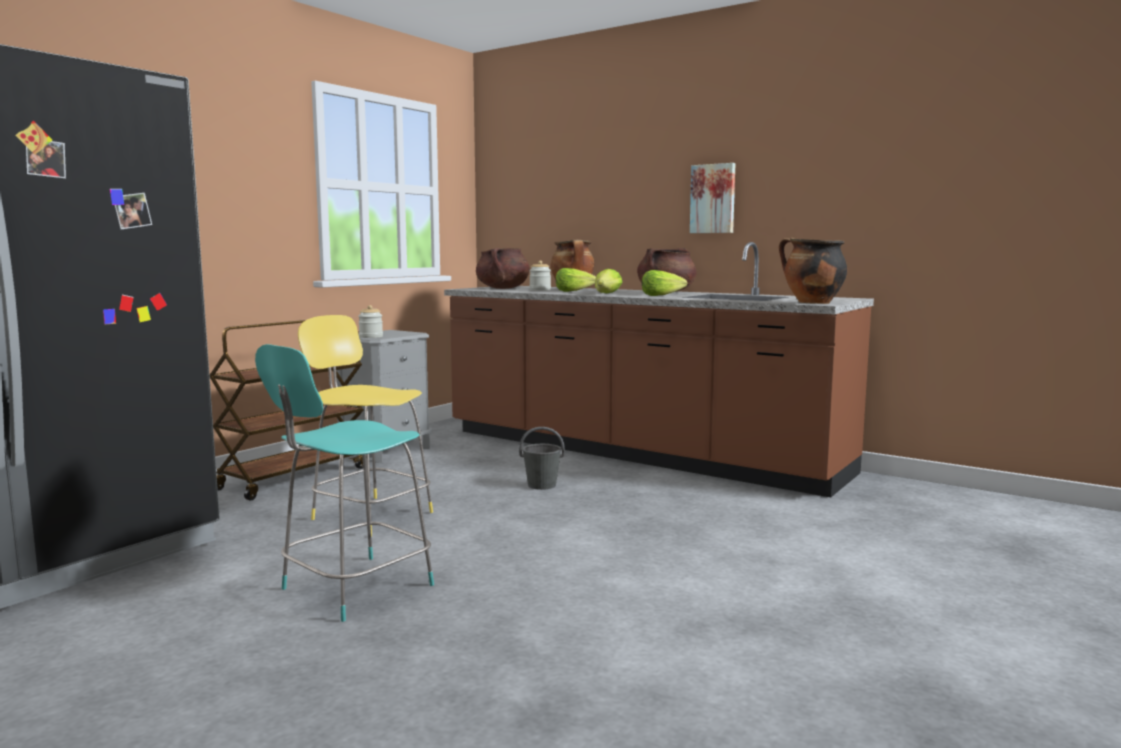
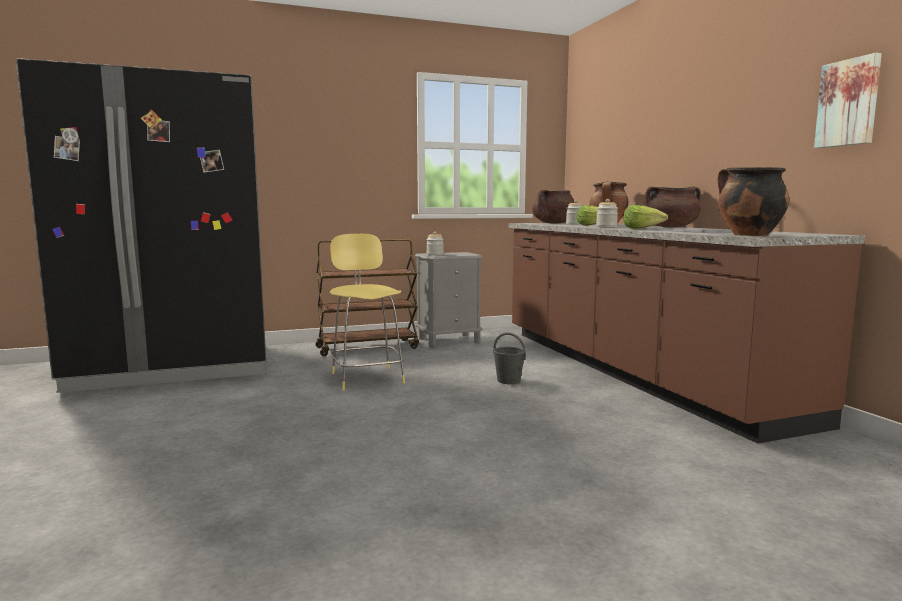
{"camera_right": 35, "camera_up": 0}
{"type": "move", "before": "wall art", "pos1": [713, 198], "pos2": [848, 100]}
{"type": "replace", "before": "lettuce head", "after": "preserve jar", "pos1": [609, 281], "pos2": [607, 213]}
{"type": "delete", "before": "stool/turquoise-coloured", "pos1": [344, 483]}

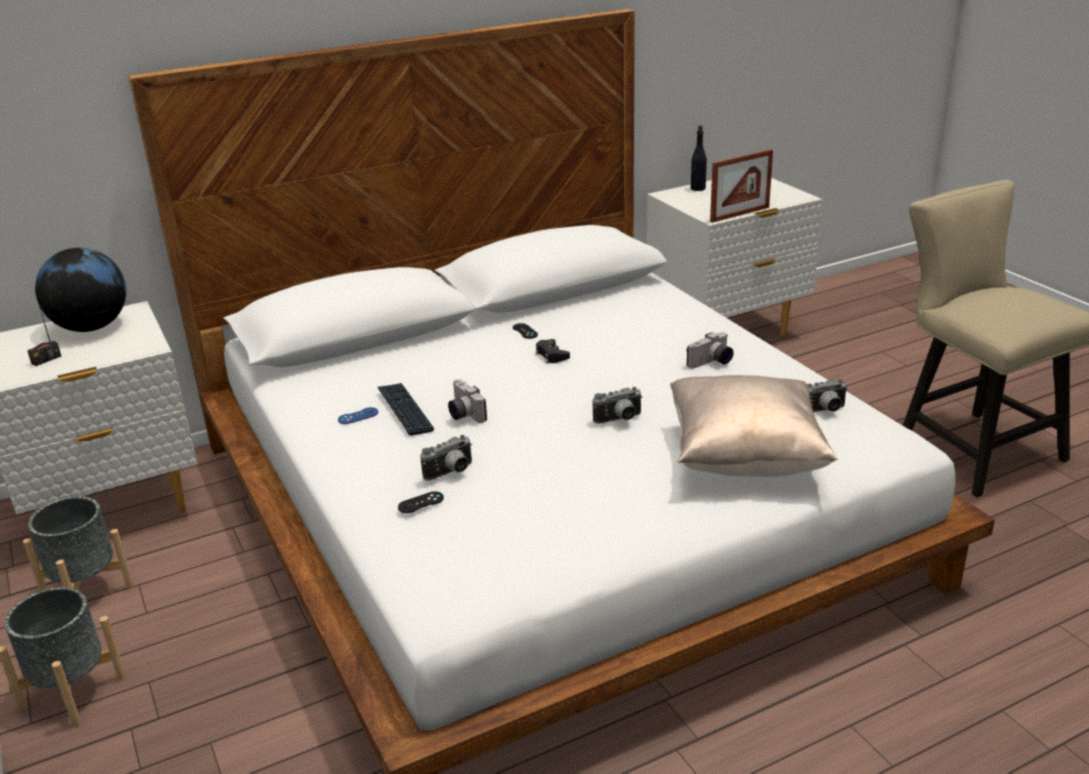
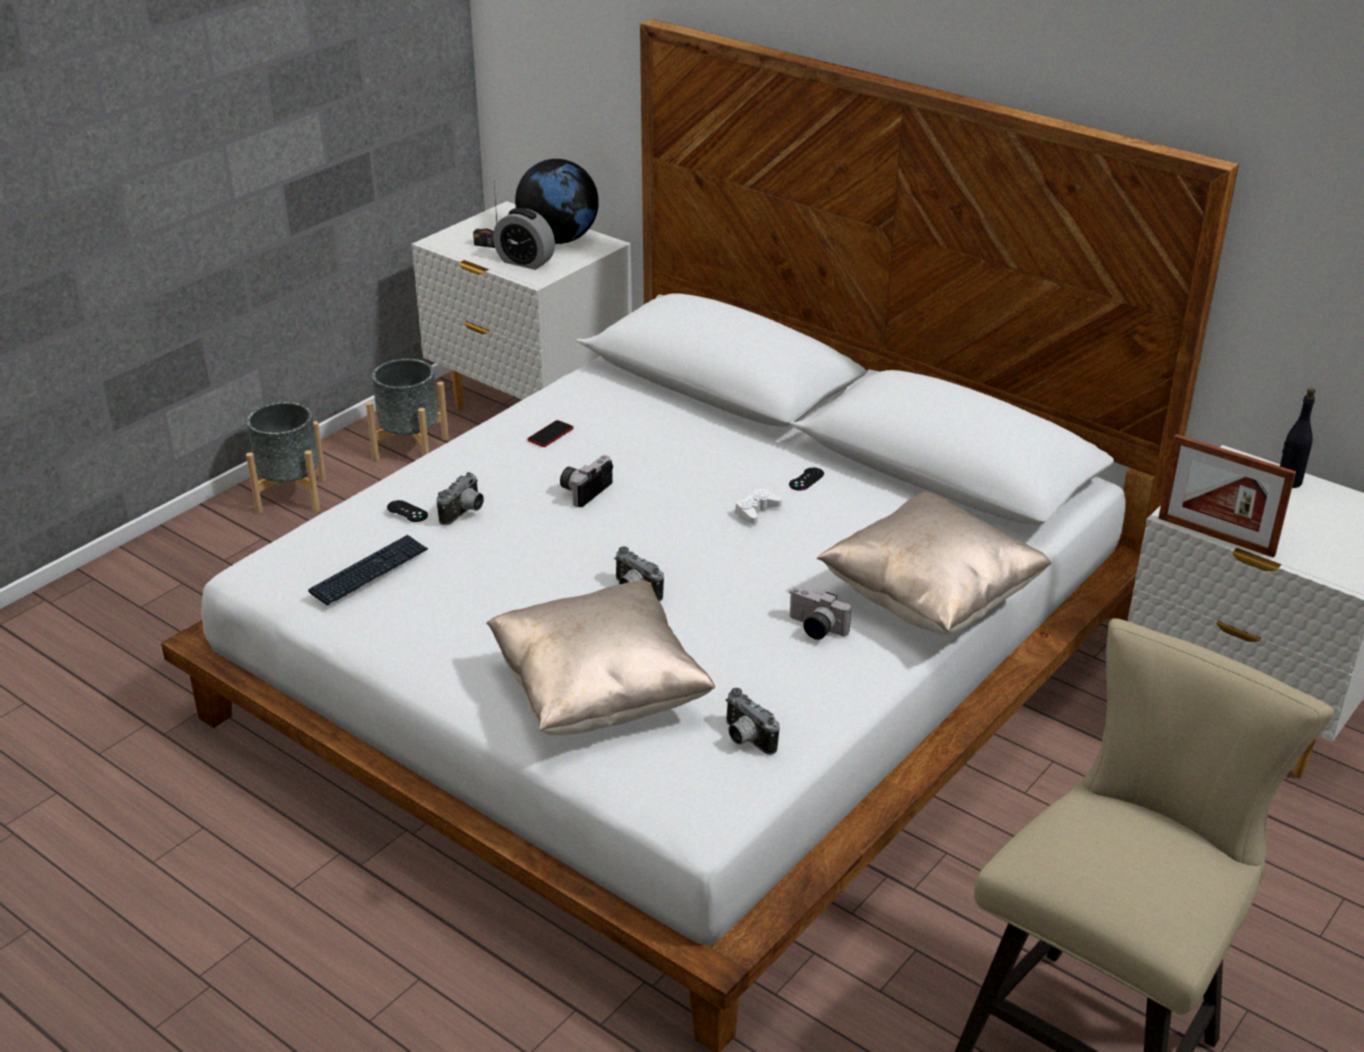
{"camera_right": 65, "camera_up": 5}
{"type": "recolor", "before": "joypad/black-coloured", "after": "joypad/white", "pos1": [553, 351], "pos2": [758, 506]}
{"type": "move", "before": "keyboard", "pos1": [406, 409], "pos2": [368, 570]}
{"type": "replace", "before": "joypad/blue", "after": "telephone", "pos1": [358, 415], "pos2": [551, 433]}
{"type": "rotate", "before": "photo camera", "pos1": [446, 458], "pos2": [460, 498], "turn": -90}
{"type": "insert", "after": "table clock", "pos2": [524, 239]}
{"type": "insert", "after": "cushion/sand-coloured", "pos2": [933, 563]}

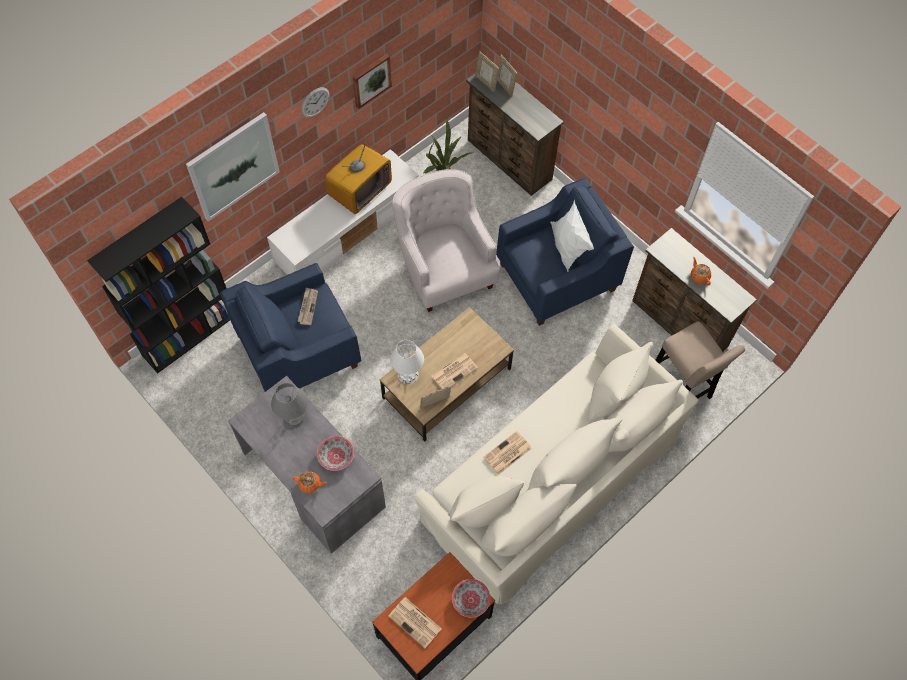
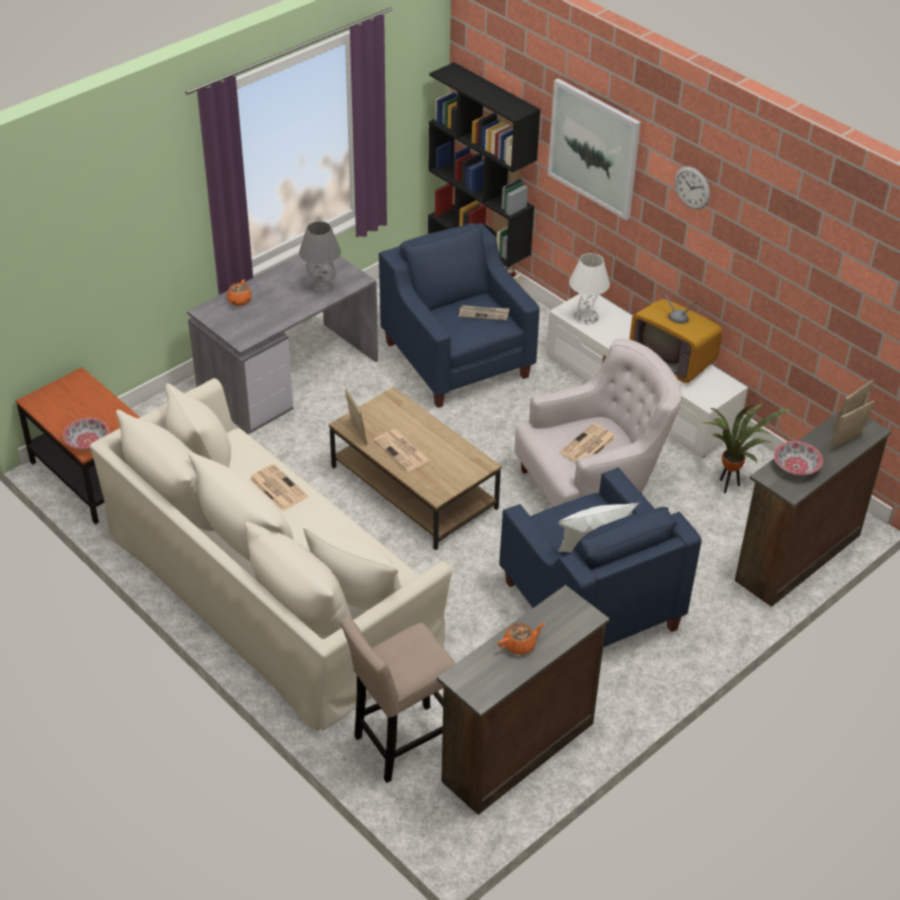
{"camera_right": 90, "camera_up": -20}
{"type": "delete", "before": "wall art", "pos1": [372, 81]}
{"type": "move", "before": "lamp for a table/white", "pos1": [407, 362], "pos2": [589, 289]}
{"type": "move", "before": "deep dish", "pos1": [335, 453], "pos2": [798, 458]}
{"type": "move", "before": "printed paper", "pos1": [414, 622], "pos2": [588, 443]}

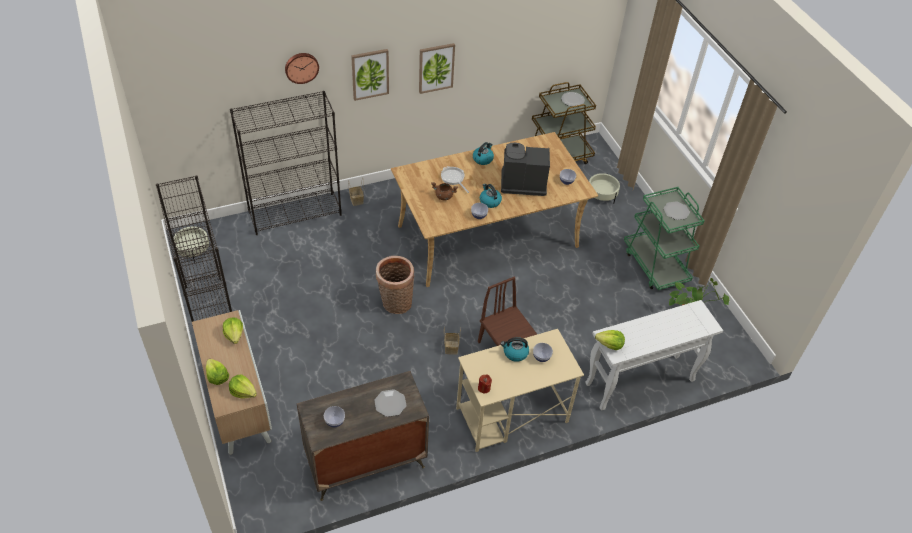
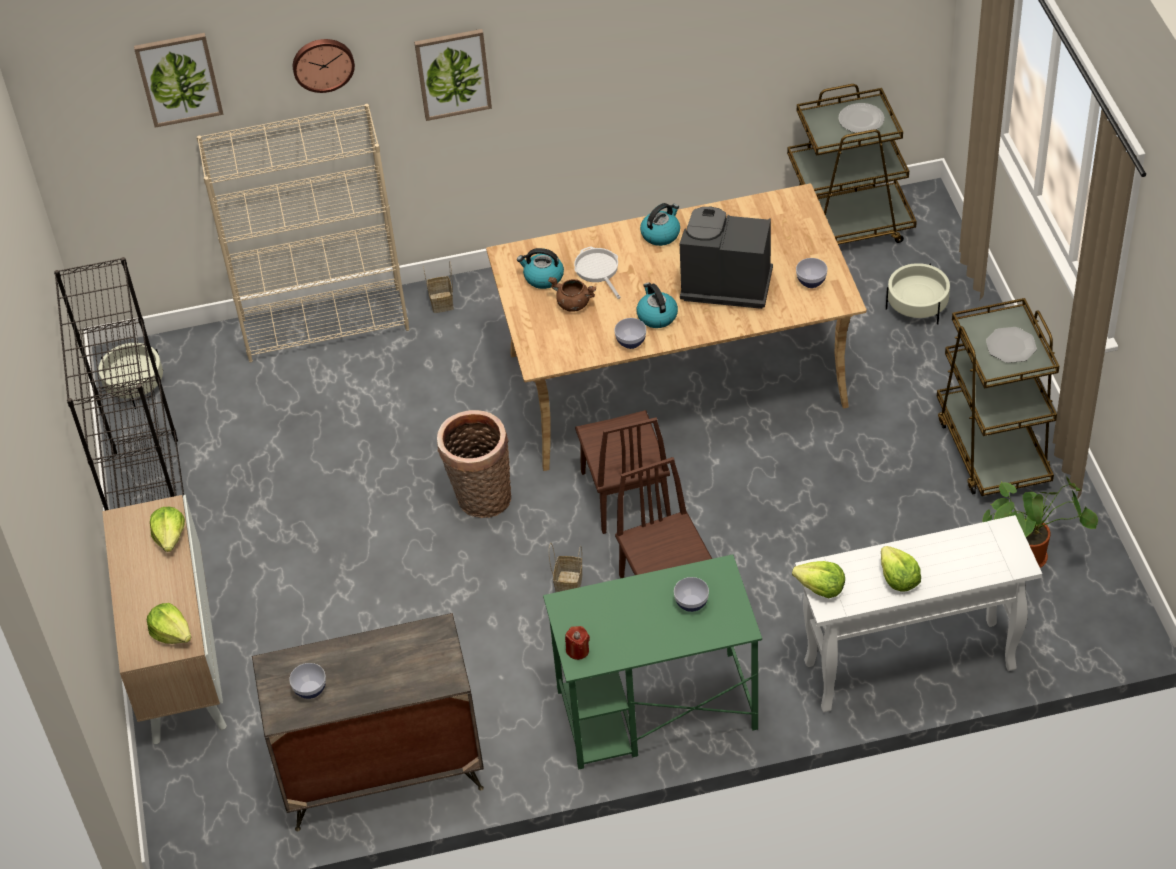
{"camera_right": 15, "camera_up": 0}
{"type": "move", "before": "wall art", "pos1": [437, 68], "pos2": [179, 80]}
{"type": "recolor", "before": "bookcase/black-coloured", "after": "bookcase/sand-coloured", "pos1": [286, 163], "pos2": [303, 233]}
{"type": "recolor", "before": "cart/greenish", "after": "cart/brown", "pos1": [664, 238], "pos2": [998, 397]}
{"type": "recolor", "before": "desk/sand-coloured", "after": "desk/greenish", "pos1": [520, 390], "pos2": [652, 661]}
{"type": "move", "before": "kettle", "pos1": [515, 349], "pos2": [540, 268]}
{"type": "move", "before": "lettuce head", "pos1": [217, 372], "pos2": [901, 569]}
{"type": "delete", "before": "dinner plate", "pos1": [390, 403]}
{"type": "insert", "after": "plain chair/brown", "pos2": [623, 472]}

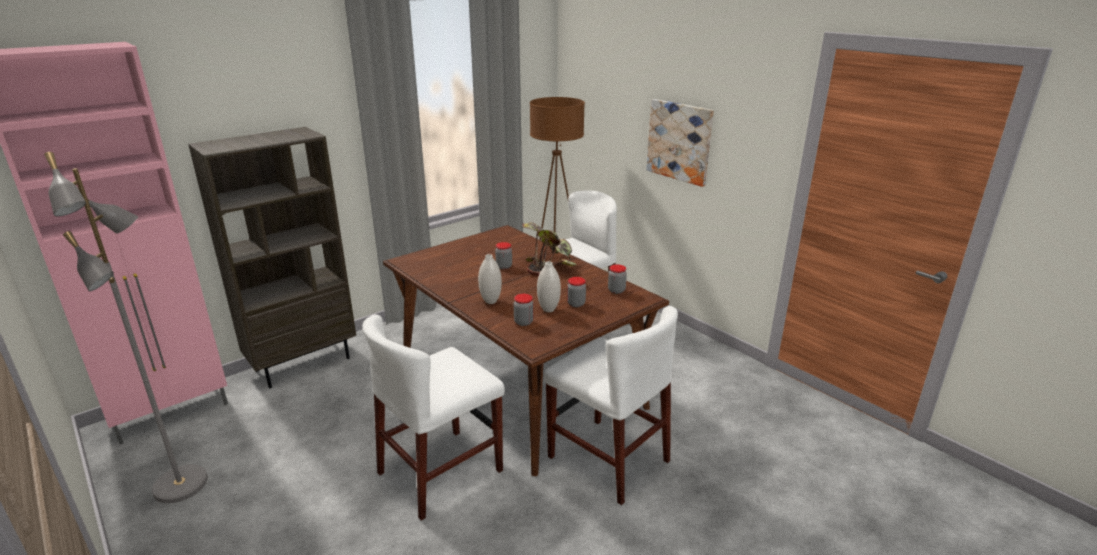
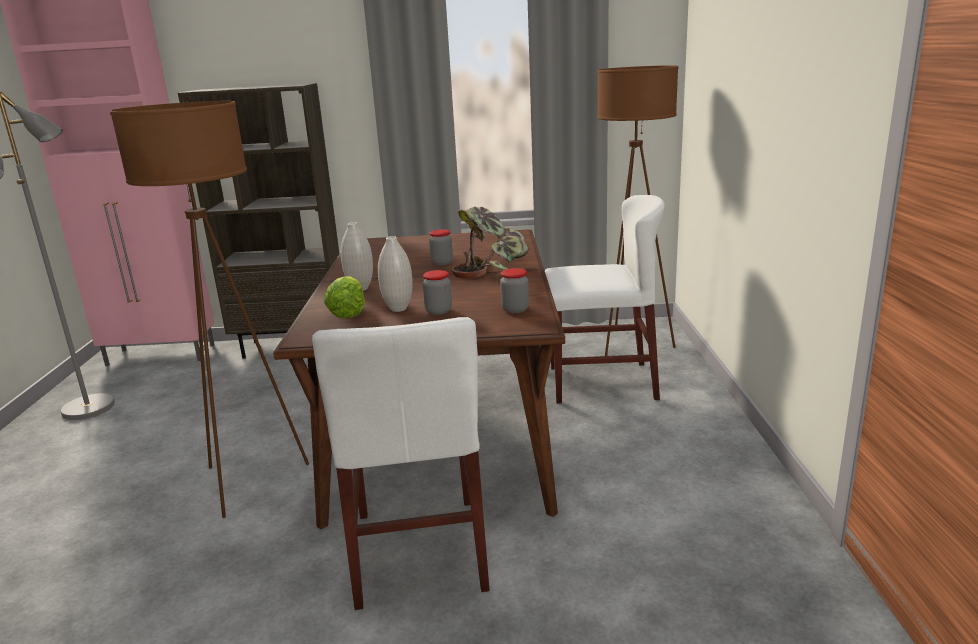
{"camera_right": 40, "camera_up": -5}
{"type": "delete", "before": "wall art", "pos1": [680, 143]}
{"type": "replace", "before": "preserve jar", "after": "lettuce head", "pos1": [524, 310], "pos2": [344, 297]}
{"type": "replace", "before": "plain chair/white", "after": "floor lamp/brown", "pos1": [433, 417], "pos2": [209, 309]}

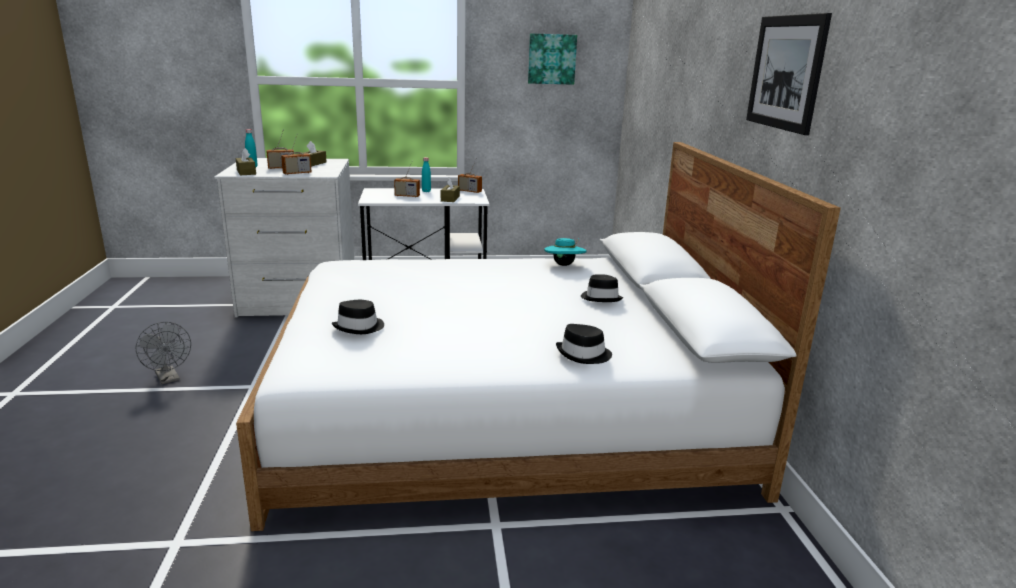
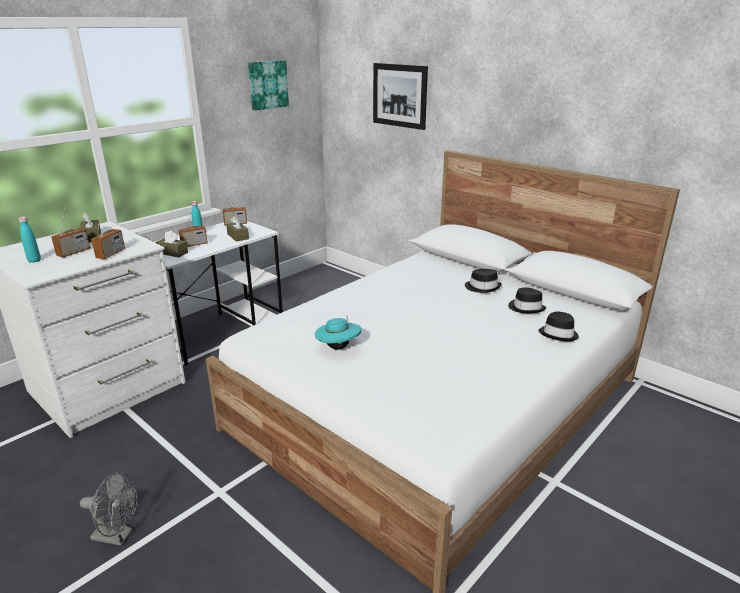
{"camera_right": -40, "camera_up": 5}
{"type": "move", "before": "wall art", "pos1": [789, 74], "pos2": [400, 96]}
{"type": "move", "before": "tissue box/brown", "pos1": [246, 161], "pos2": [171, 244]}
{"type": "move", "before": "wearable hat/turquoise-coloured", "pos1": [565, 252], "pos2": [338, 333]}
{"type": "move", "before": "wearable hat/black-coloured", "pos1": [358, 317], "pos2": [527, 300]}

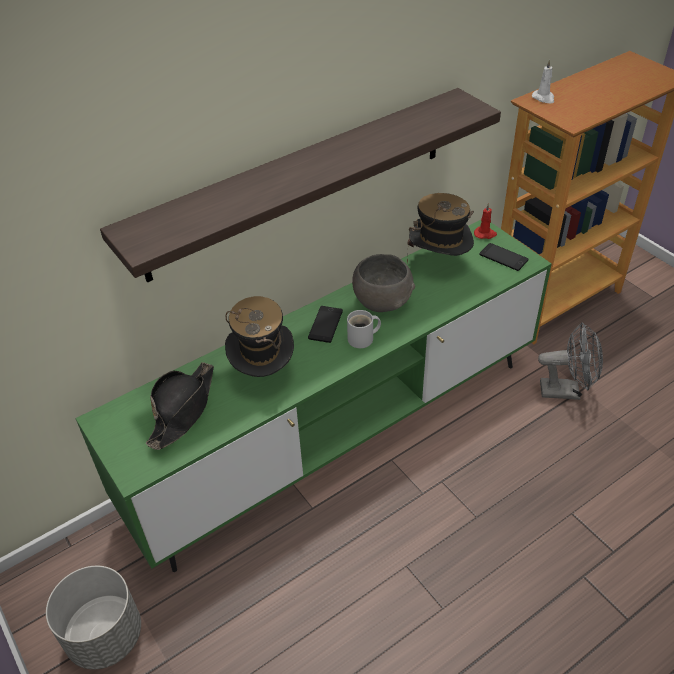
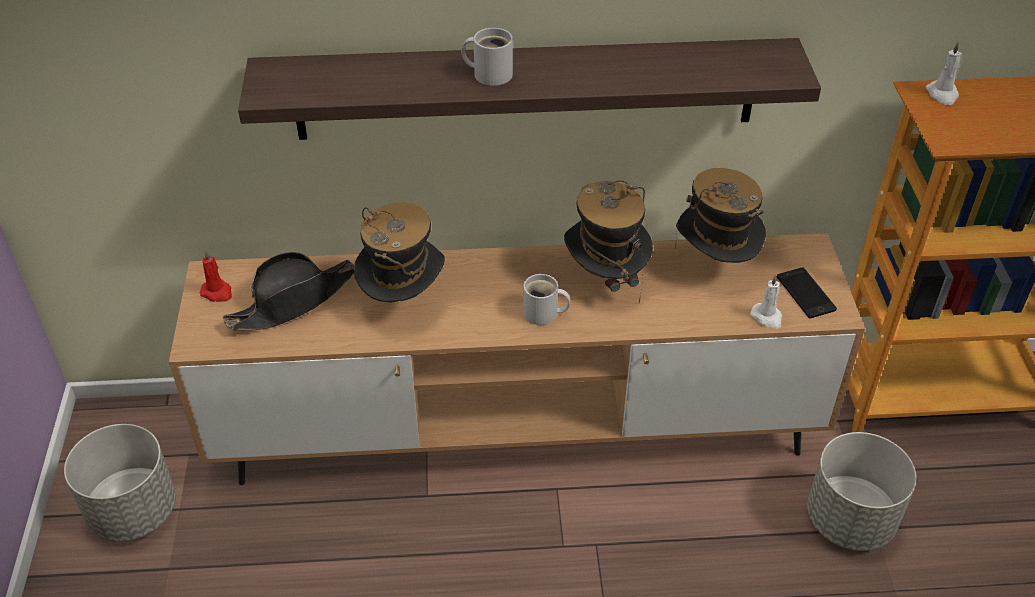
{"camera_right": 30, "camera_up": 0}
{"type": "move", "before": "candle/red", "pos1": [485, 221], "pos2": [216, 276]}
{"type": "recolor", "before": "media console/greenish", "after": "media console/brown", "pos1": [313, 396], "pos2": [517, 359]}
{"type": "replace", "before": "deep dish/gray", "after": "wearable hat", "pos1": [383, 283], "pos2": [608, 241]}
{"type": "delete", "before": "telephone", "pos1": [325, 324]}
{"type": "replace", "before": "fan/gray", "after": "plant pot/gray", "pos1": [570, 361], "pos2": [862, 491]}
{"type": "insert", "after": "coffee mug/white", "pos2": [487, 57]}
{"type": "insert", "after": "candle/white", "pos2": [766, 302]}

